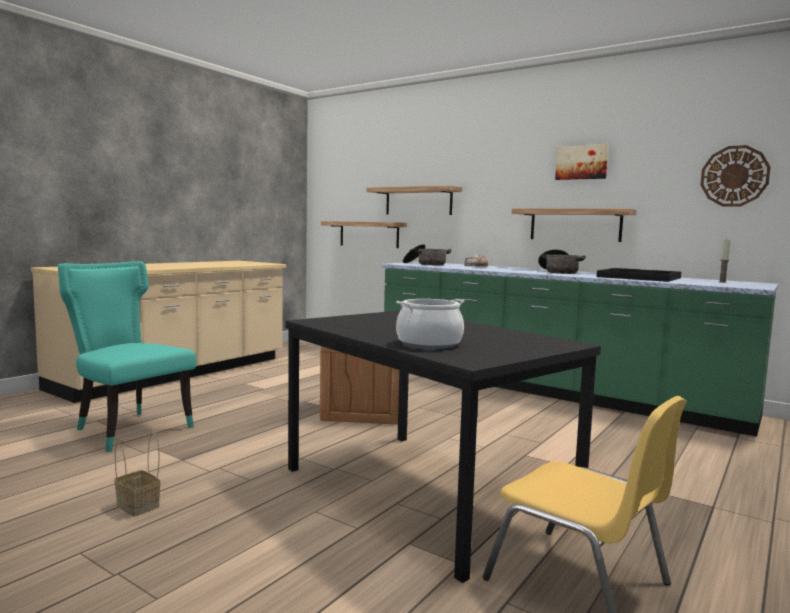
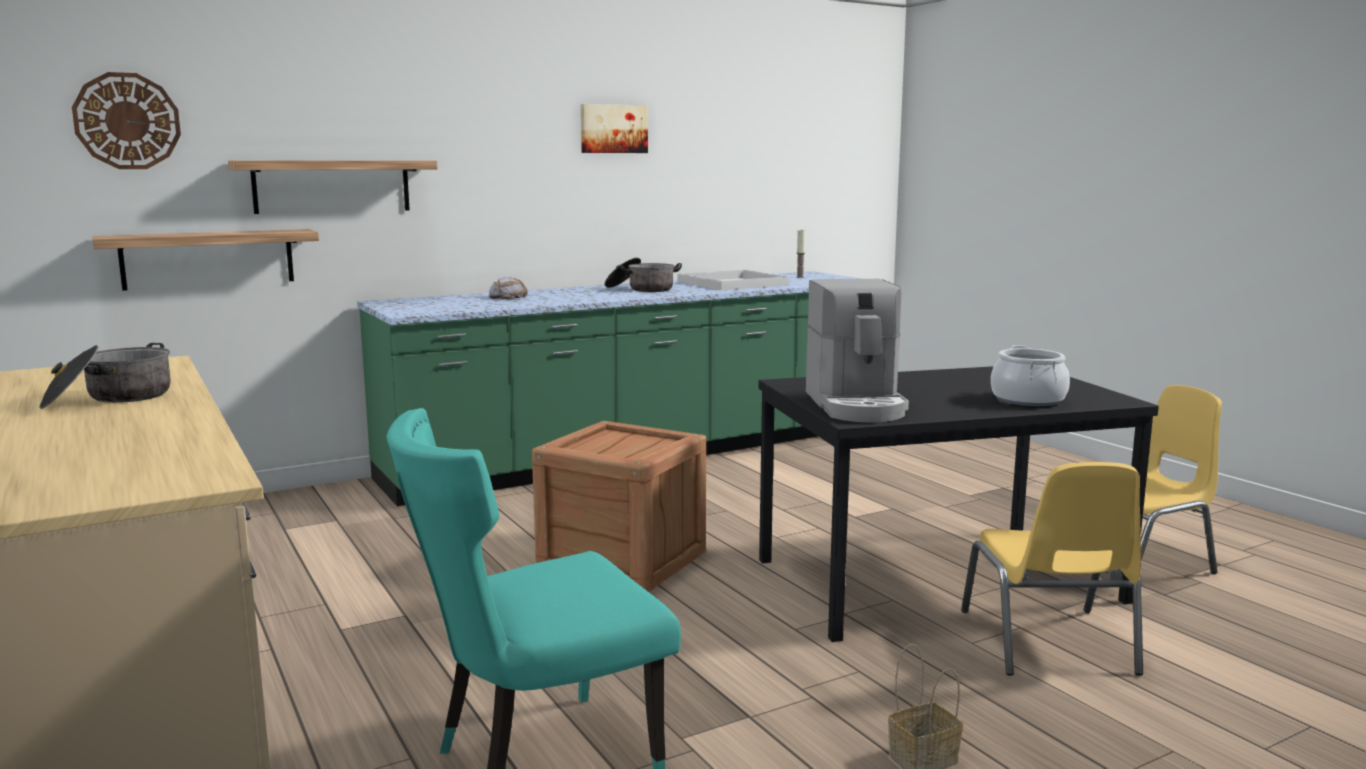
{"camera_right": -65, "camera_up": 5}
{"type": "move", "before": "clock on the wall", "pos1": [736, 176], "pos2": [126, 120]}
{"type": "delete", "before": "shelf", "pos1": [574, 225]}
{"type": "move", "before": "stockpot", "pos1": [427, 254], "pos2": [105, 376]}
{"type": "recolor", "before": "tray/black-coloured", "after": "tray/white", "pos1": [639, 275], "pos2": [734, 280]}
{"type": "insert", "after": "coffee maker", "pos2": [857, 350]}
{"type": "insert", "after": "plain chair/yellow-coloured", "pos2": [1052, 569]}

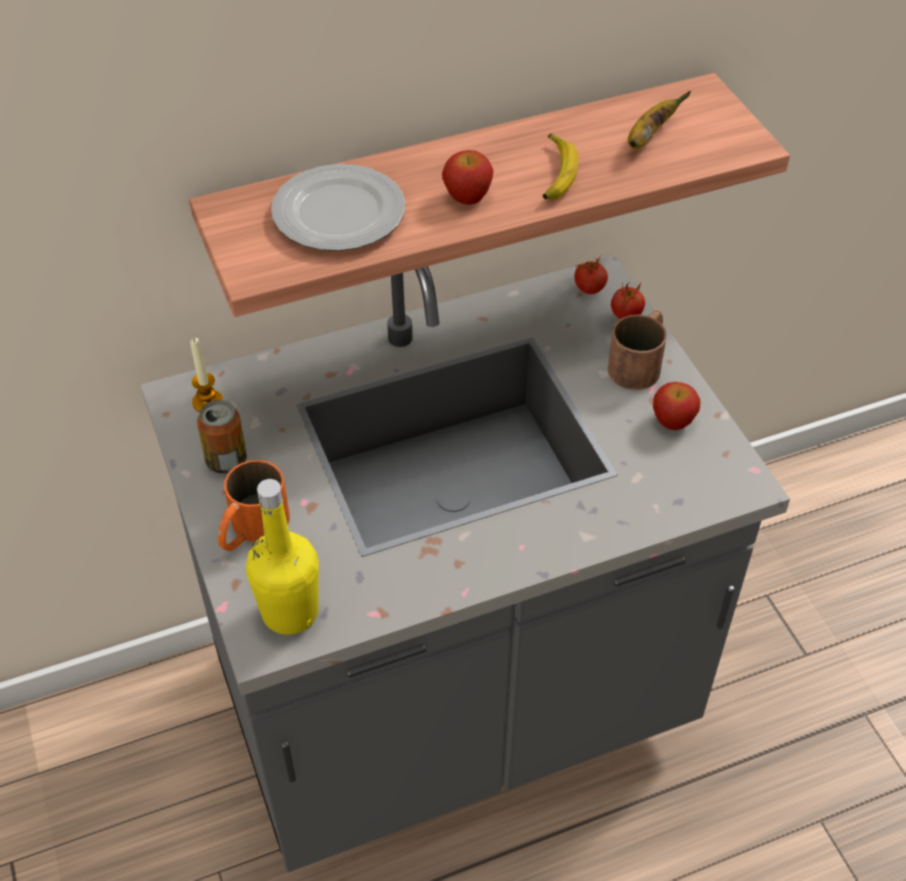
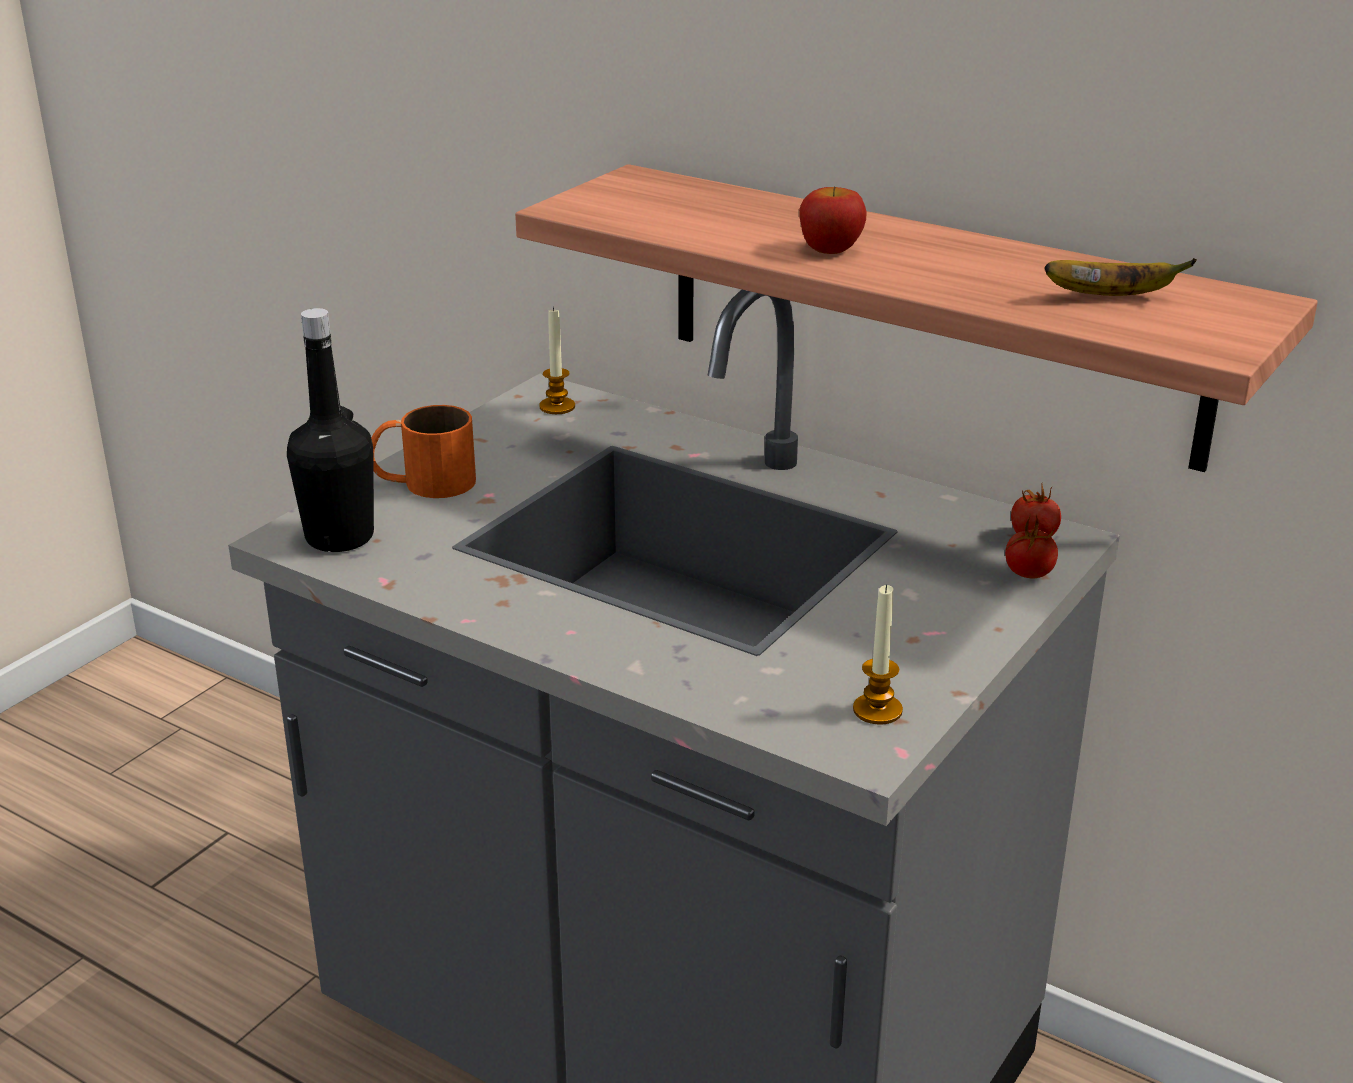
{"camera_right": 55, "camera_up": -20}
{"type": "delete", "before": "whole banana", "pos1": [560, 166]}
{"type": "delete", "before": "dinner plate", "pos1": [338, 207]}
{"type": "delete", "before": "coffee mug/brown", "pos1": [637, 350]}
{"type": "delete", "before": "whole apple", "pos1": [677, 406]}
{"type": "delete", "before": "metal can", "pos1": [222, 436]}
{"type": "recolor", "before": "beverage bottle/yellow-coloured", "after": "beverage bottle/black-coloured", "pos1": [282, 557], "pos2": [330, 430]}
{"type": "insert", "after": "candle", "pos2": [878, 654]}

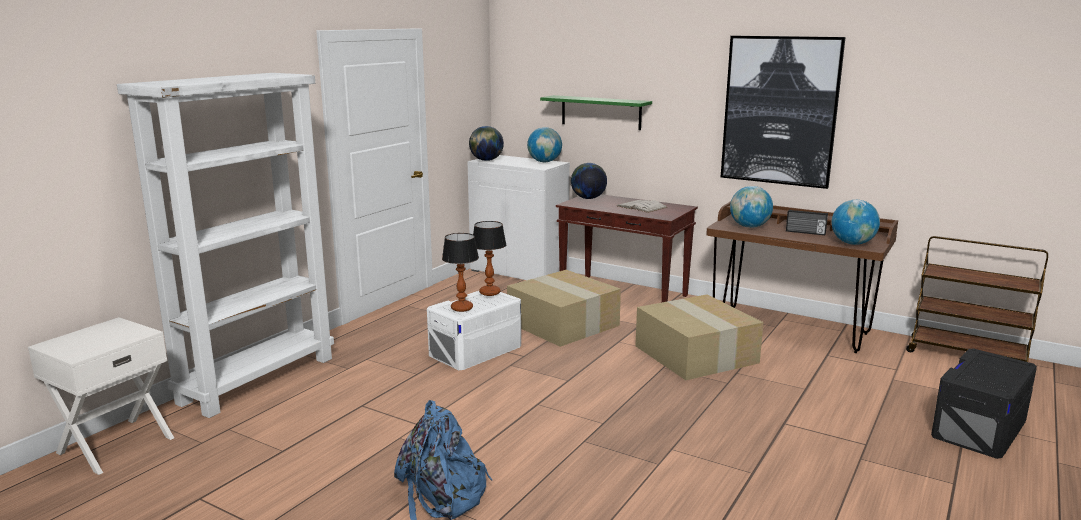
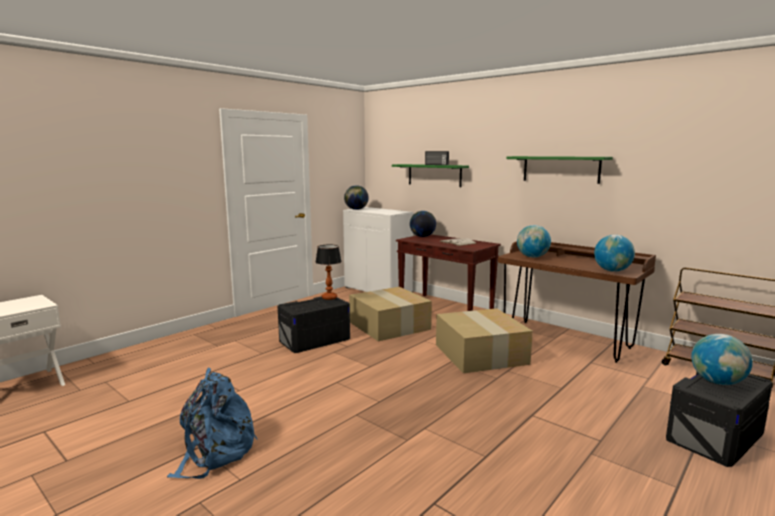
{"camera_right": 10, "camera_up": -5}
{"type": "replace", "before": "wall art", "after": "shelf/greenish", "pos1": [783, 112], "pos2": [559, 170]}
{"type": "delete", "before": "bookcase/white", "pos1": [225, 245]}
{"type": "move", "before": "desk globe", "pos1": [544, 144], "pos2": [722, 359]}
{"type": "move", "before": "radio", "pos1": [807, 222], "pos2": [437, 158]}
{"type": "delete", "before": "lamp for a table", "pos1": [460, 272]}
{"type": "recolor", "before": "storage box/white", "after": "storage box/black-coloured", "pos1": [474, 330], "pos2": [313, 324]}

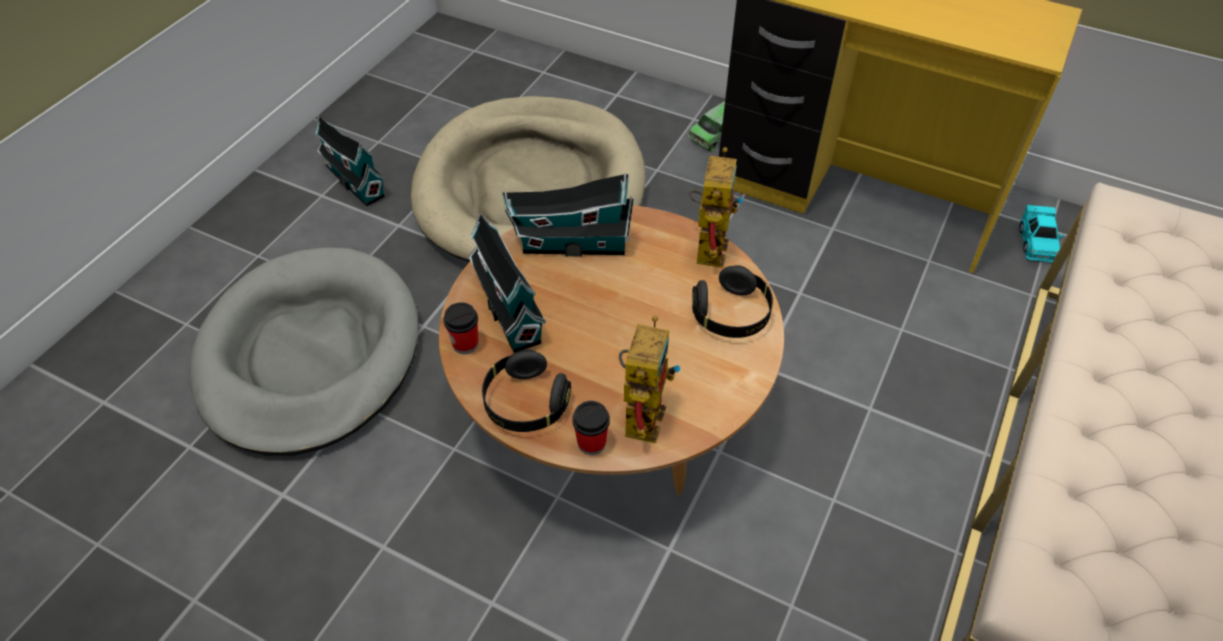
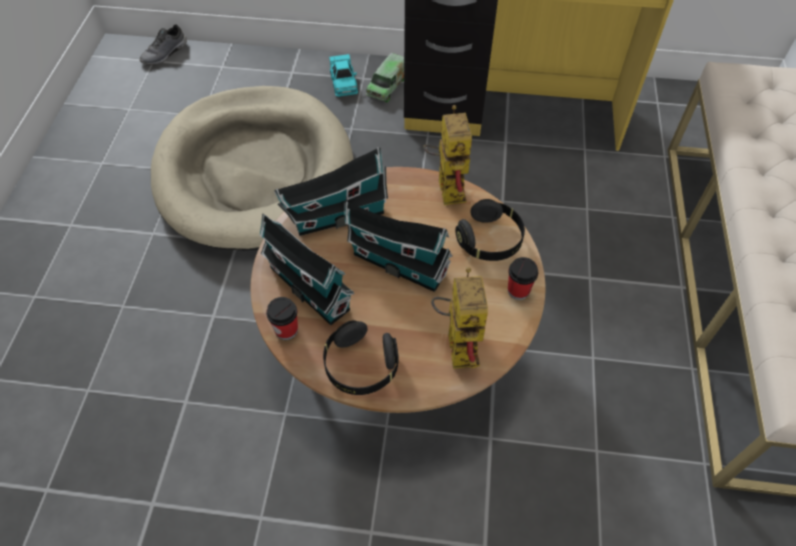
{"camera_right": -20, "camera_up": 5}
{"type": "move", "before": "model house", "pos1": [350, 160], "pos2": [398, 246]}
{"type": "move", "before": "toy car/turquoise-coloured", "pos1": [1041, 234], "pos2": [343, 75]}
{"type": "delete", "before": "pet bed/gray", "pos1": [304, 351]}
{"type": "move", "before": "small cup", "pos1": [591, 428], "pos2": [523, 278]}
{"type": "insert", "after": "shoe/gray", "pos2": [163, 44]}

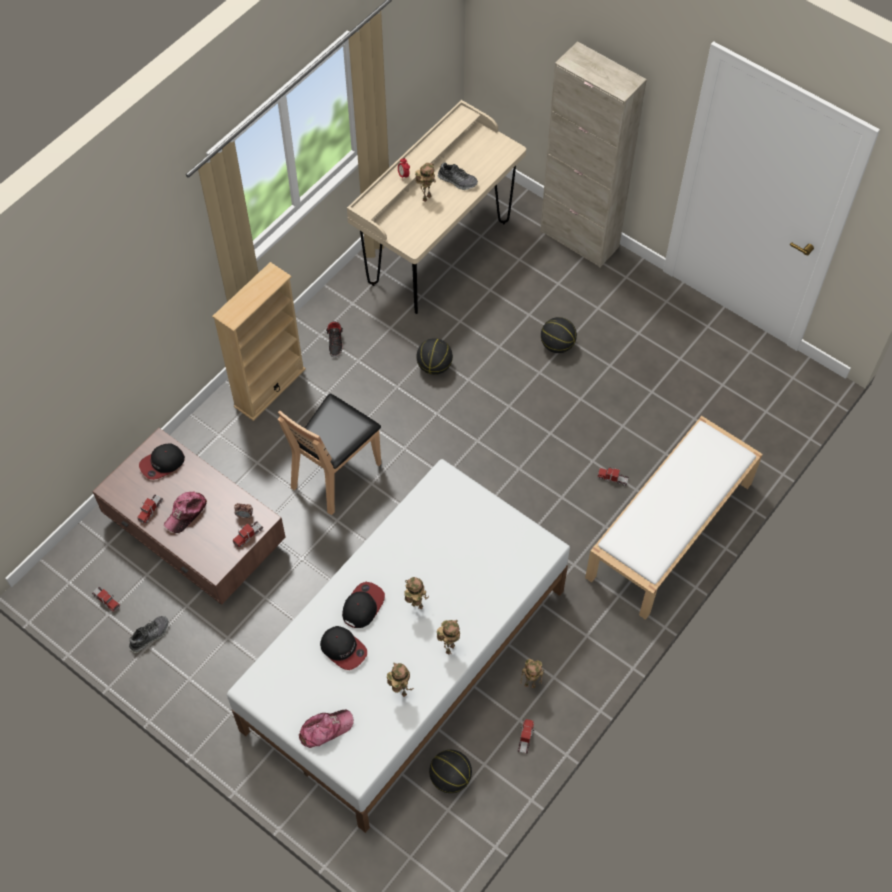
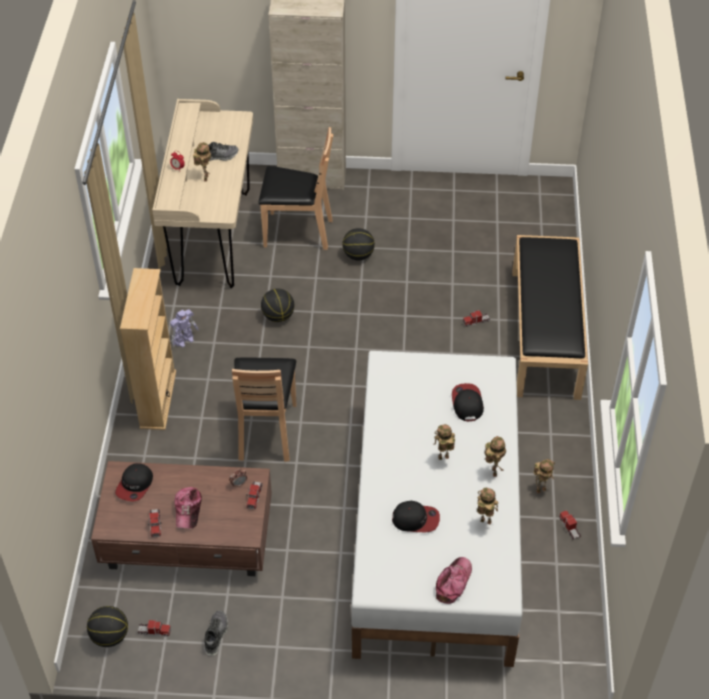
{"camera_right": -35, "camera_up": -10}
{"type": "replace", "before": "shoe/black-coloured", "after": "model robot", "pos1": [334, 339], "pos2": [184, 328]}
{"type": "recolor", "before": "bench/white", "after": "bench/black-coloured", "pos1": [674, 518], "pos2": [550, 317]}
{"type": "move", "before": "cap", "pos1": [363, 605], "pos2": [468, 402]}
{"type": "move", "before": "basketball ball", "pos1": [450, 771], "pos2": [107, 626]}
{"type": "insert", "after": "plain chair/brown", "pos2": [295, 188]}

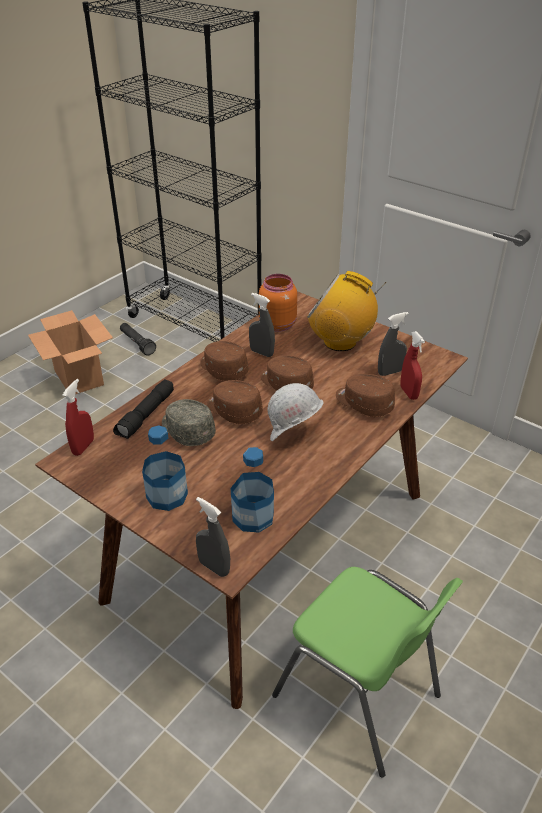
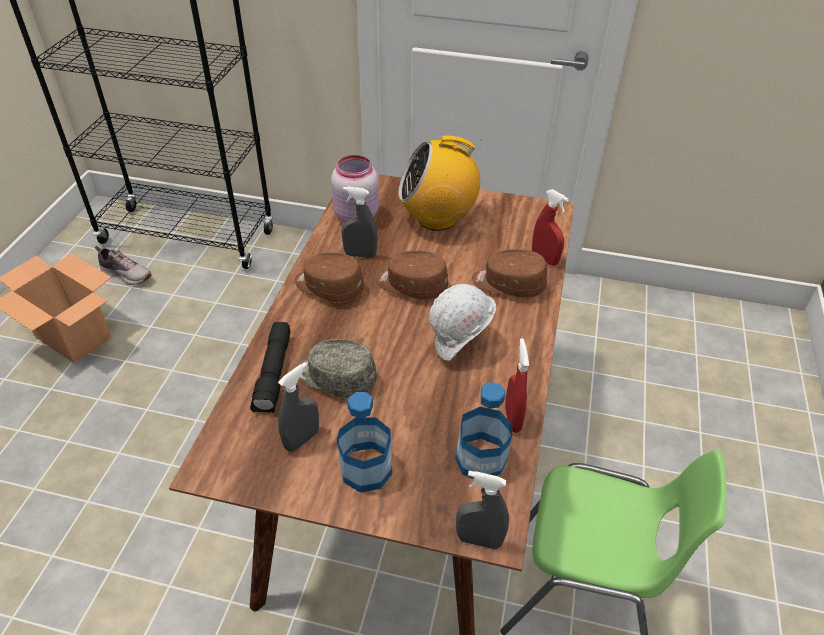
{"camera_right": -25, "camera_up": 5}
{"type": "recolor", "before": "preserve jar/orange-coloured", "after": "preserve jar/pinkish", "pos1": [278, 303], "pos2": [355, 189]}
{"type": "move", "before": "spray bottle/gray", "pos1": [393, 344], "pos2": [298, 407]}
{"type": "replace", "before": "torch/black-coloured", "after": "shoe", "pos1": [138, 339], "pos2": [123, 265]}
{"type": "move", "before": "spray bottle/red", "pos1": [78, 417], "pos2": [517, 385]}
{"type": "delete", "before": "cap/brown", "pos1": [235, 402]}

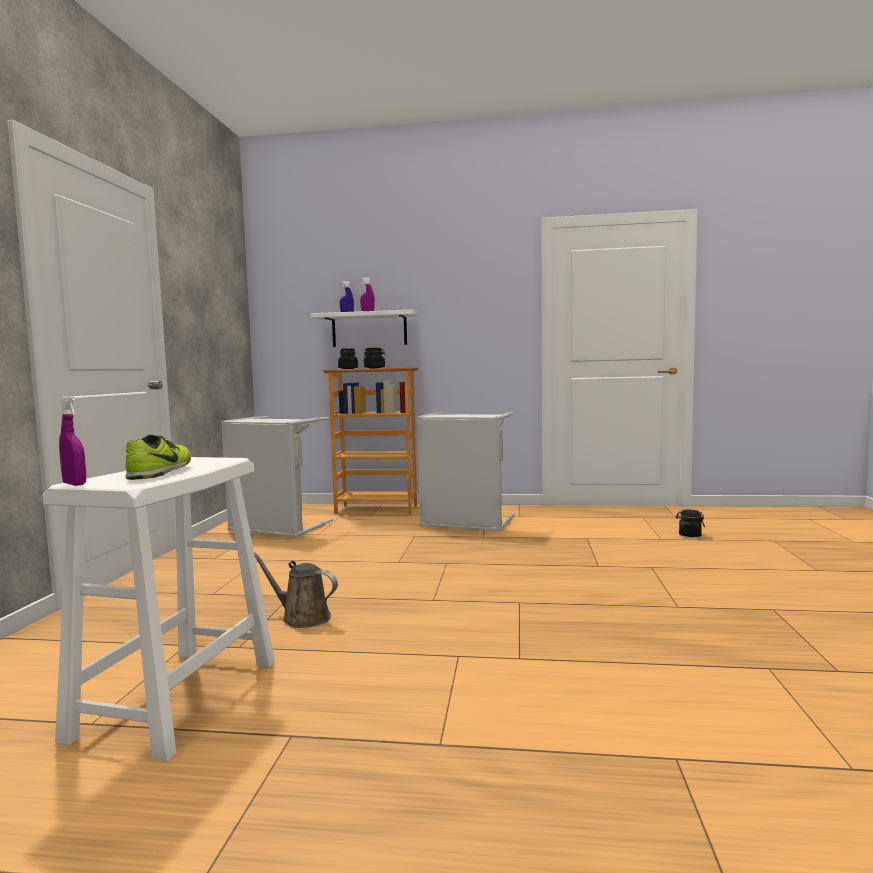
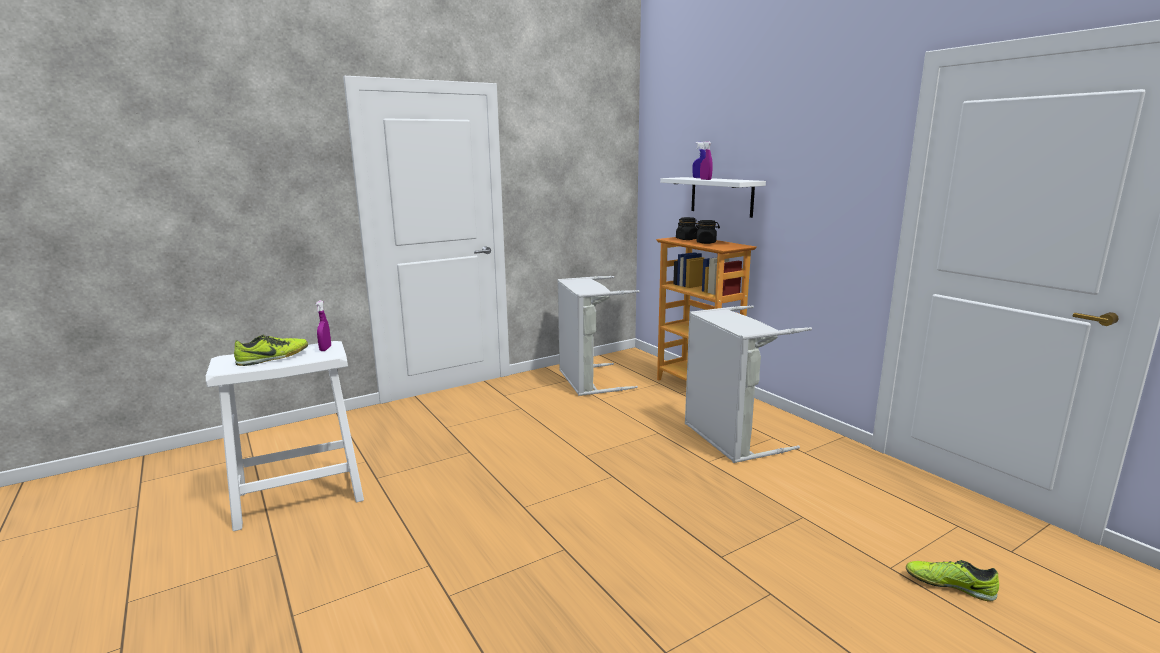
{"camera_right": 50, "camera_up": 10}
{"type": "move", "before": "spray bottle/purple", "pos1": [72, 441], "pos2": [323, 325]}
{"type": "replace", "before": "preserve jar/black-coloured", "after": "shoe", "pos1": [690, 523], "pos2": [952, 580]}
{"type": "delete", "before": "watering can/brown", "pos1": [296, 590]}

